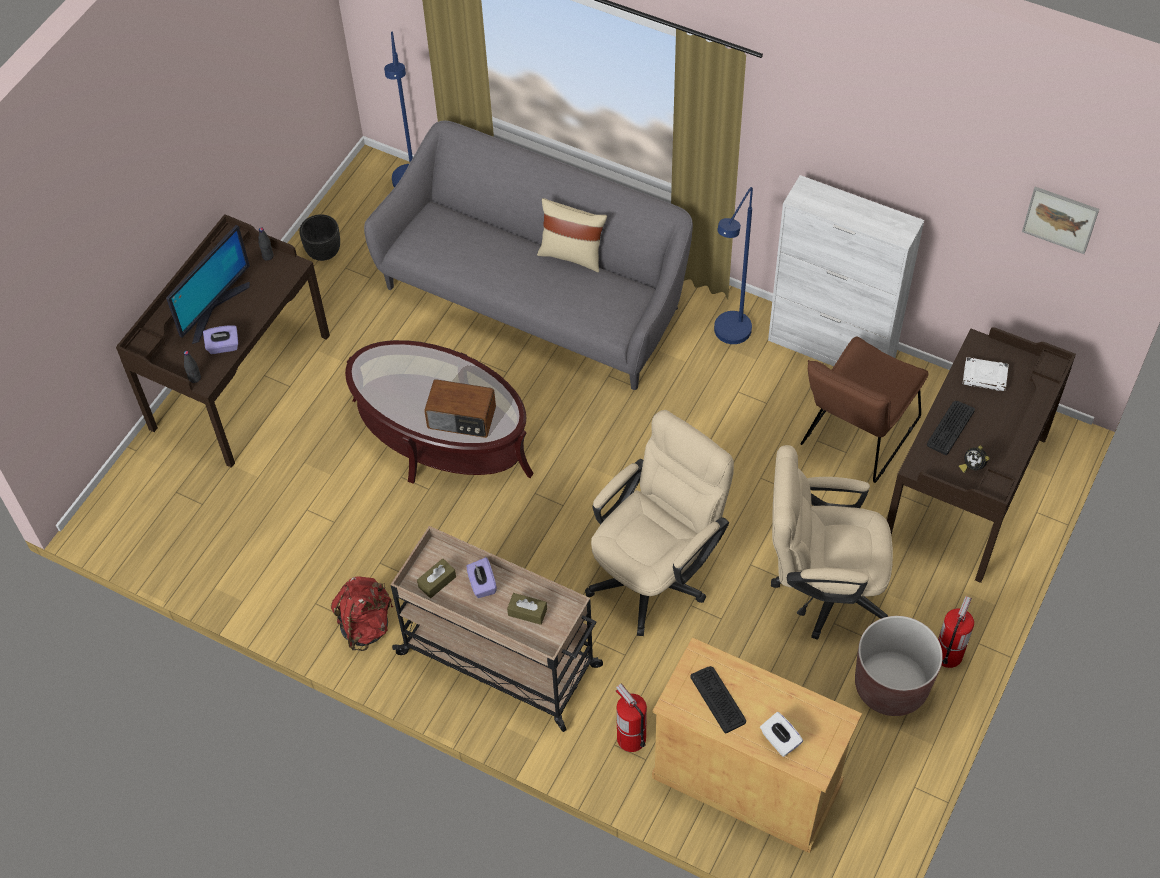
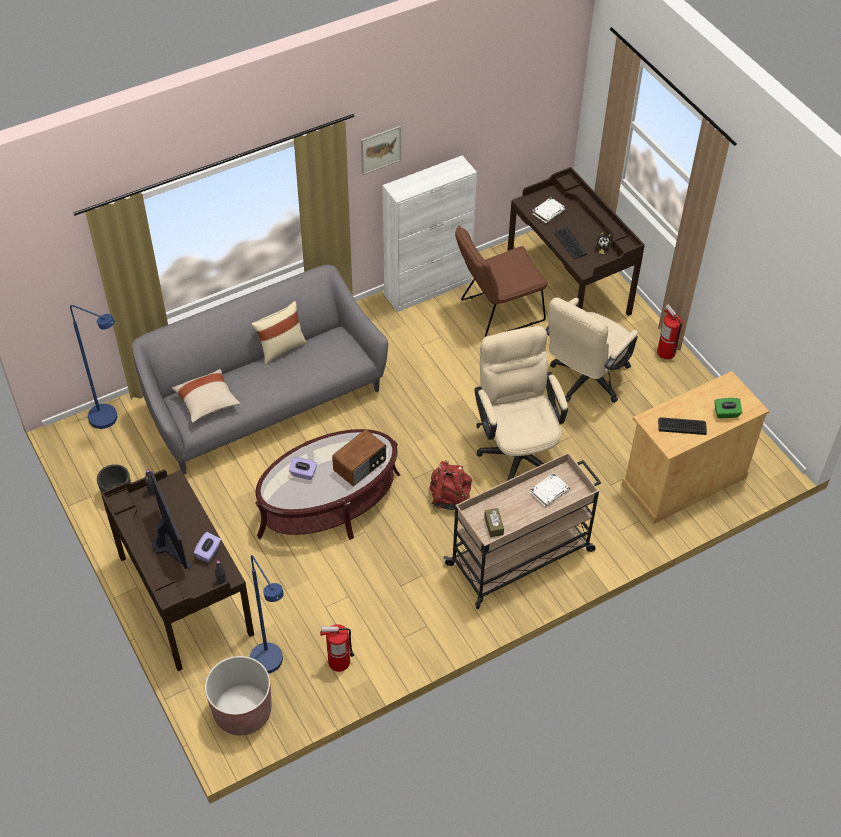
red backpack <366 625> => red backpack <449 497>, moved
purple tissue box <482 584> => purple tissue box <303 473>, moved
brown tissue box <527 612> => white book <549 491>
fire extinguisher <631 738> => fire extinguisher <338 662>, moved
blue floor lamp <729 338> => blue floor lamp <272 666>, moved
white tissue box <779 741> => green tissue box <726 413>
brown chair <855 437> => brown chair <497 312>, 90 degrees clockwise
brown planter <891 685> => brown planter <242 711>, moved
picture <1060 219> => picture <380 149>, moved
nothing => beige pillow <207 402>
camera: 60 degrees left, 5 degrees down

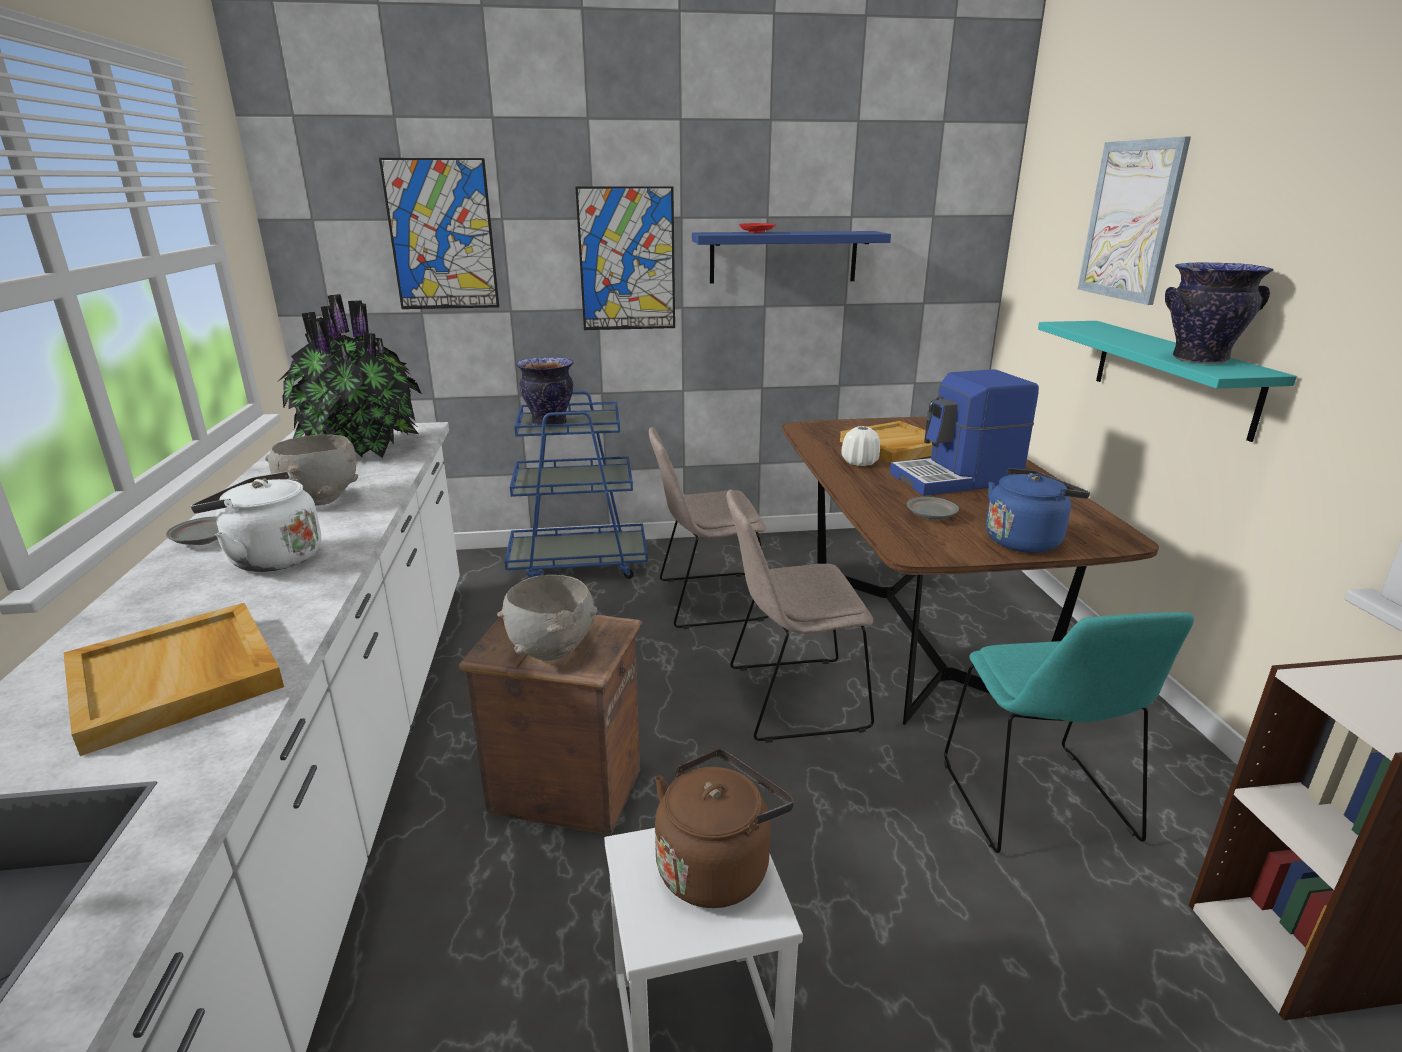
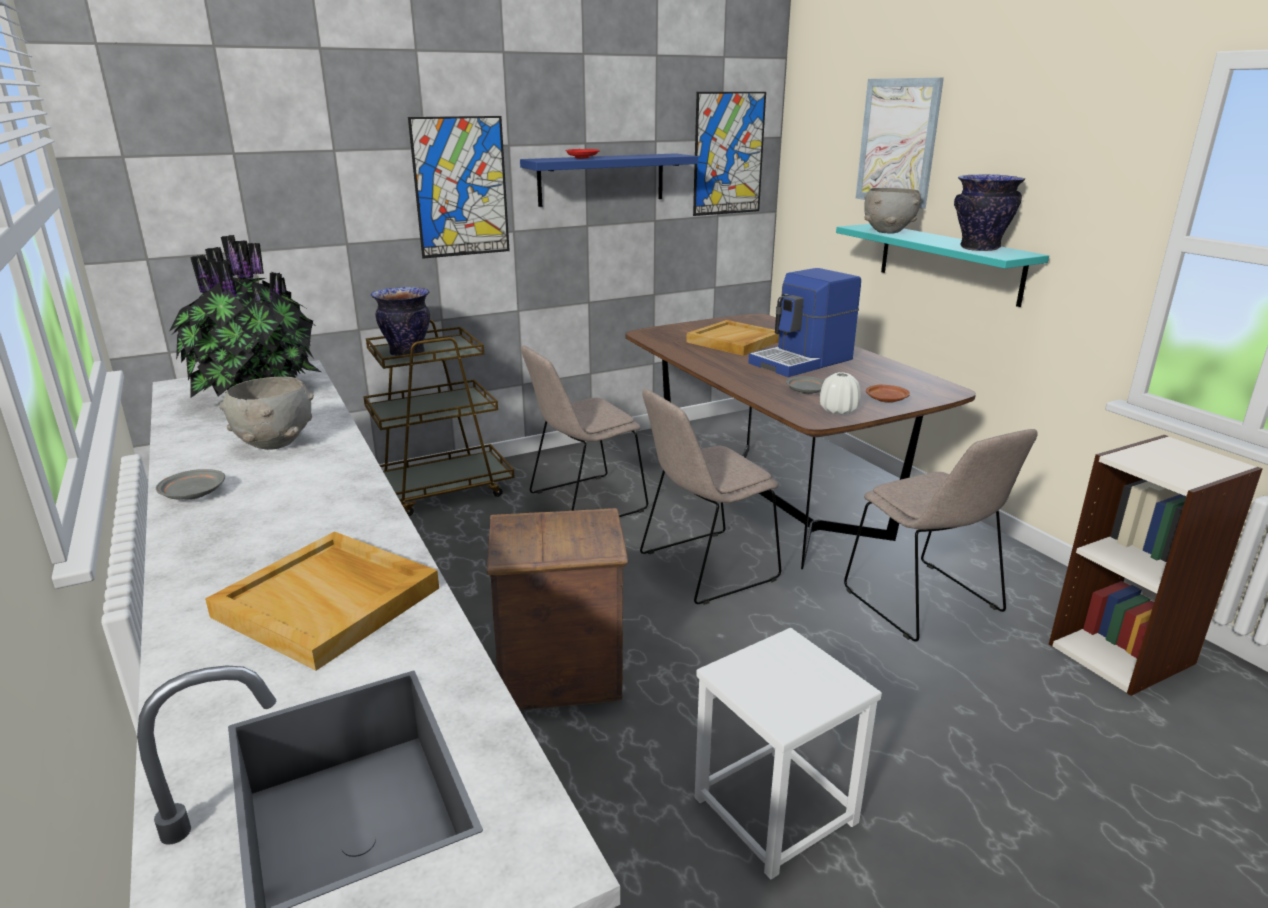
white kettle <271 558> => nothing
picture <442 235> => picture <728 154>, moved
grey bowl <552 652> => grey bowl <888 232>, moved
blue cart <579 563> => brown cart <440 491>
brown kettle <717 865> => nothing
white vase <860 463> => white vase <838 410>, moved
turquoise chair <1038 804> => beige chair <925 603>
blue kettle <1025 540> => brown plate <886 400>
camera: 20 degrees left, 0 degrees up

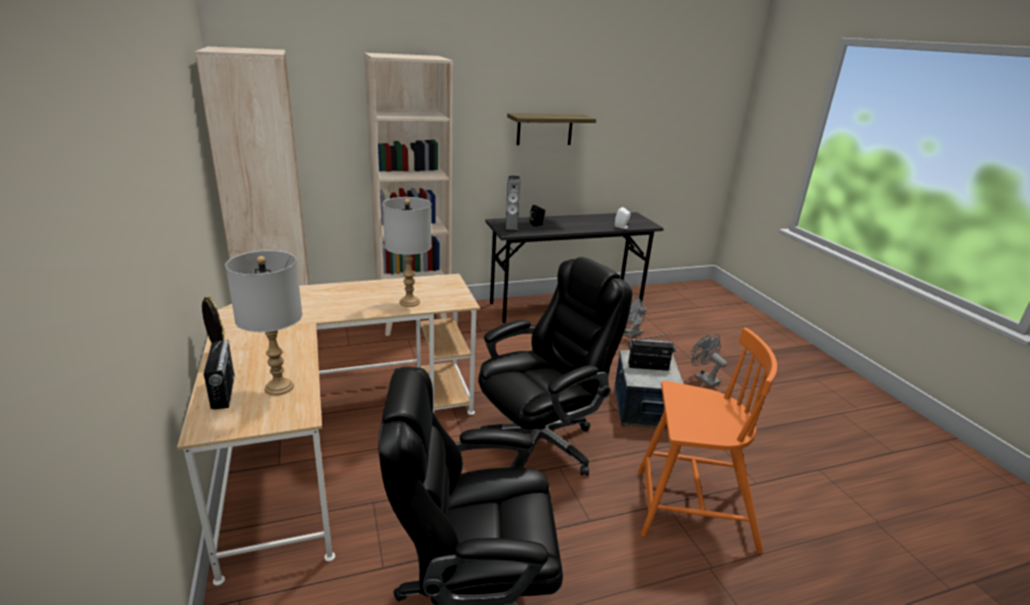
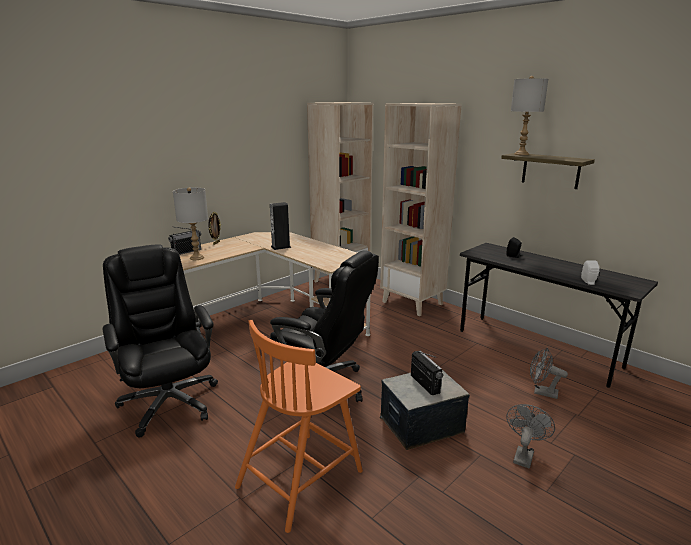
grey table lamp <409 302> => grey table lamp <521 154>, moved
speaker <511 228> => speaker <280 247>, moved
orange chair <692 510> => orange chair <301 477>, 60 degrees clockwise
camera: 65 degrees right, 5 degrees down

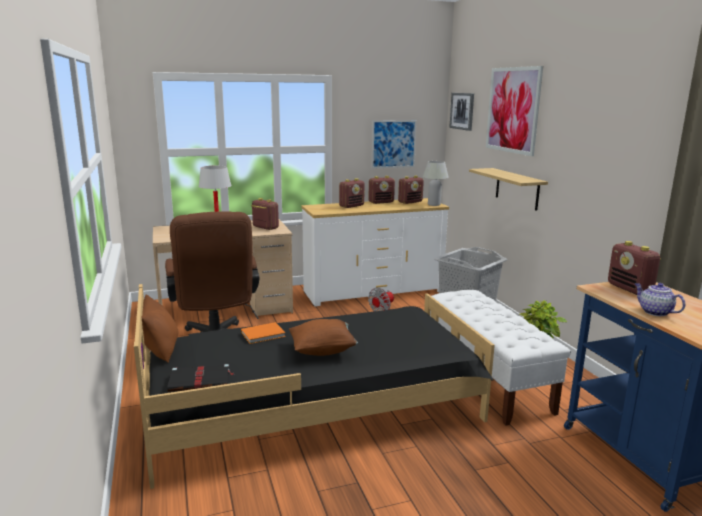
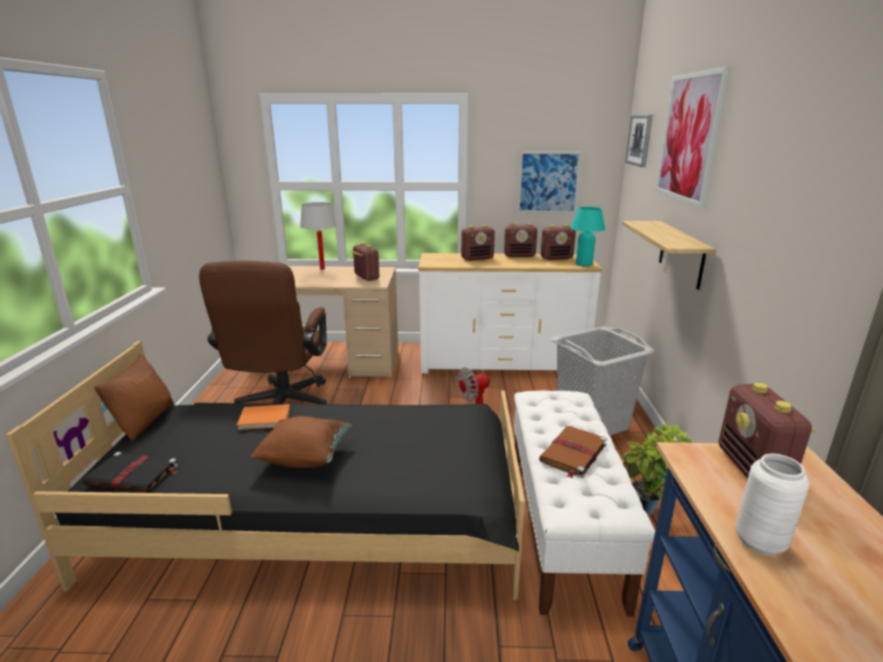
white table lamp <434 204> => turquoise table lamp <584 264>
teapot <654 312> => white vase <759 542>
nothing => brown book <573 453>
camera: 20 degrees right, 5 degrees up

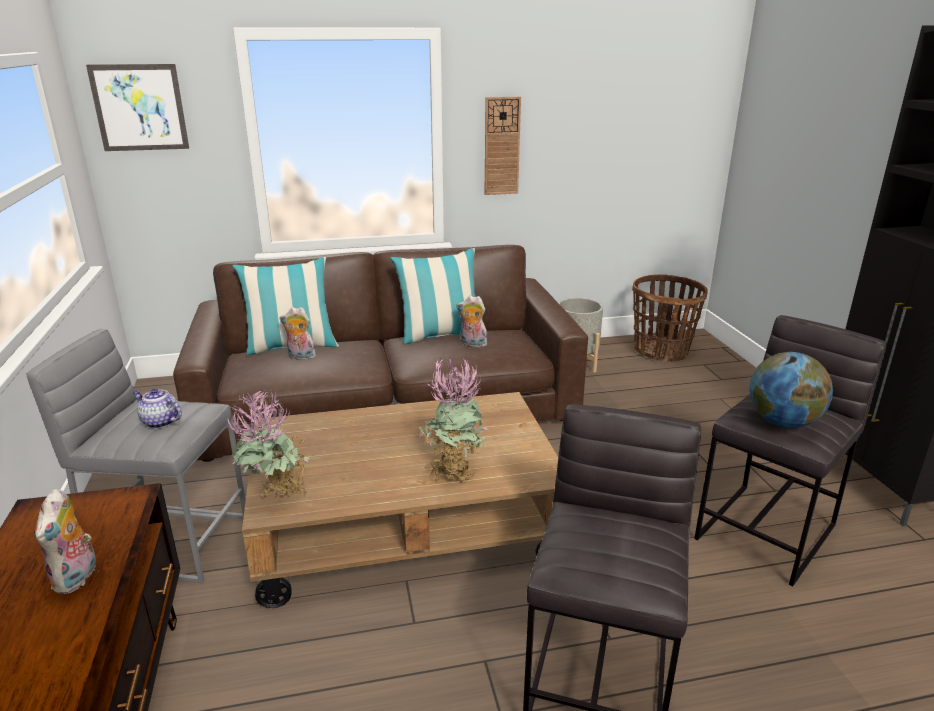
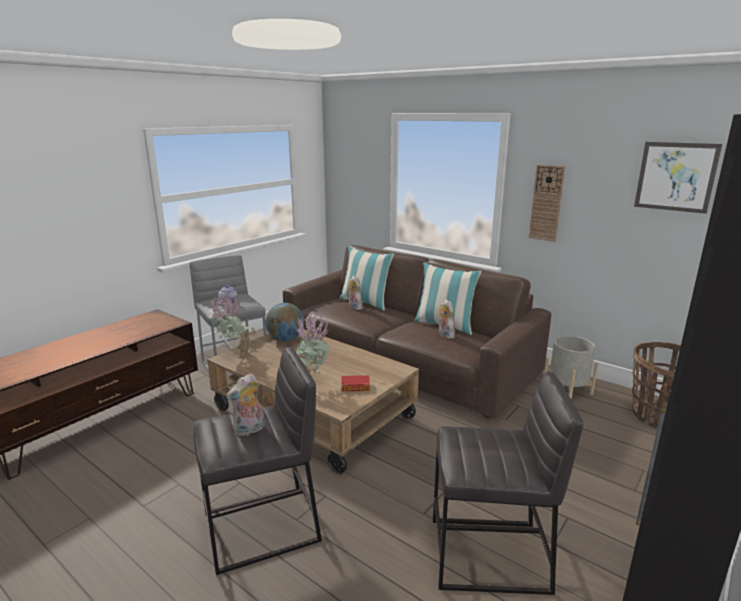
plush toy <77 578> => plush toy <249 430>, moved
picture <139 108> => picture <675 177>, moved
globe <782 422> => globe <286 339>, moved
nothing => book <355 387>
camera: 50 degrees right, 5 degrees down

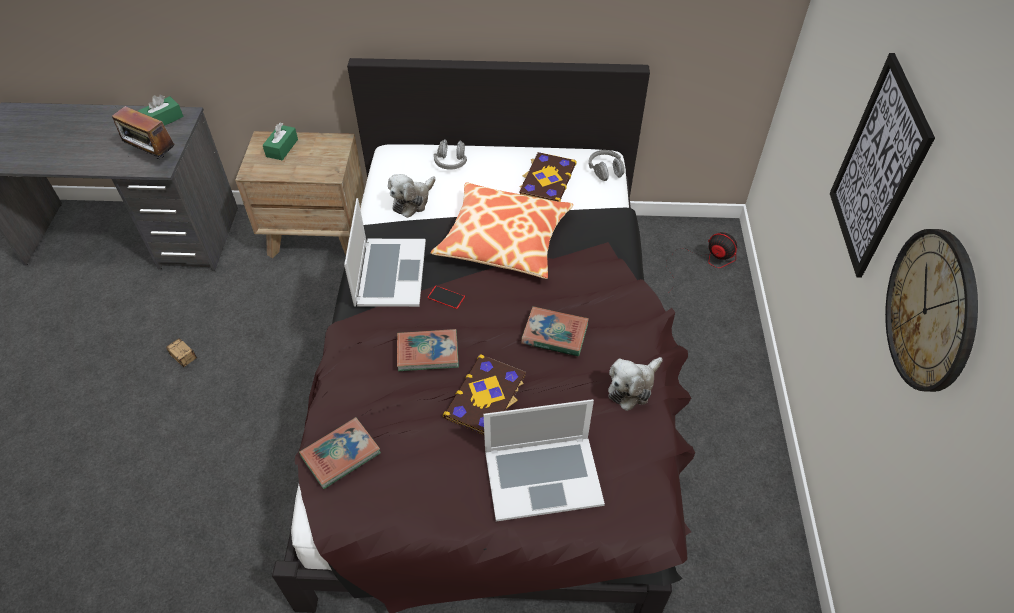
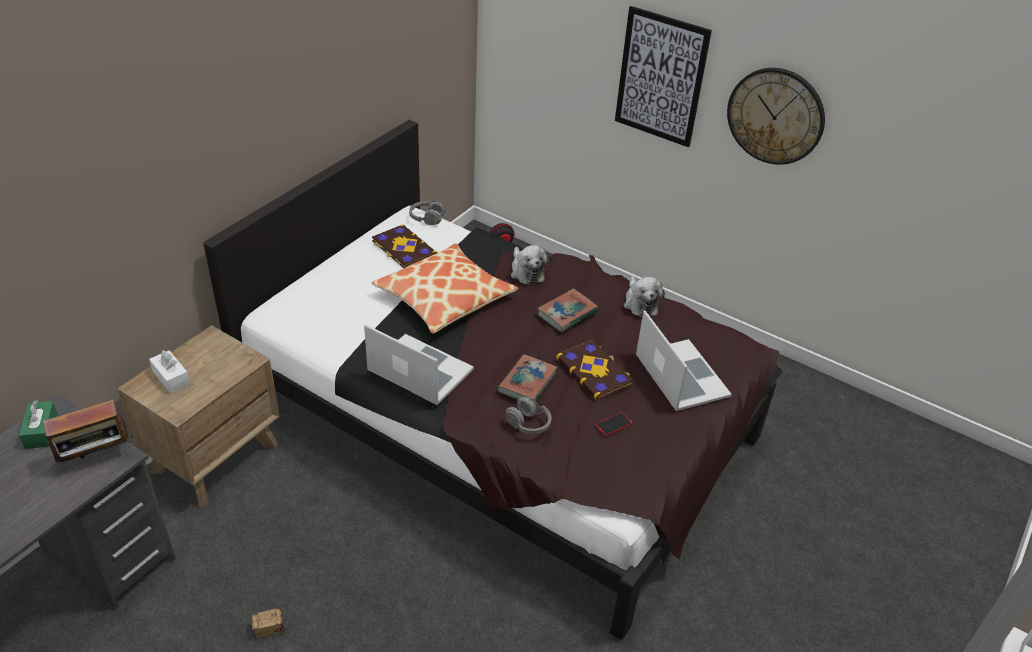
green tissue box <282 148> => white tissue box <171 377>
book <340 454> => nothing
plush toy <412 201> => plush toy <526 272>, moved
phone <446 297> => phone <613 424>, moved
grey headphones <451 162> => grey headphones <528 424>, moved
laptop <543 476> => laptop <681 375>, 45 degrees counterclockwise
camera: 60 degrees left, 10 degrees down

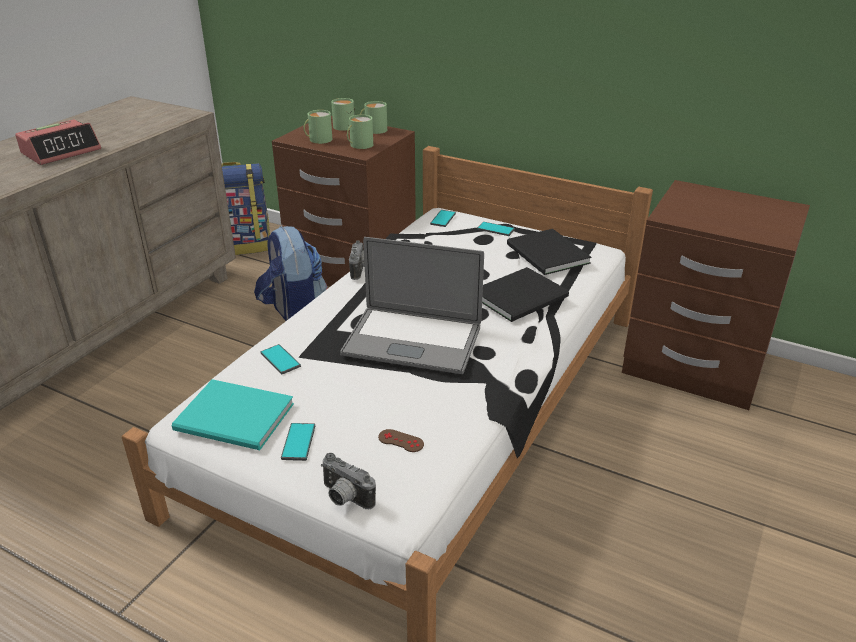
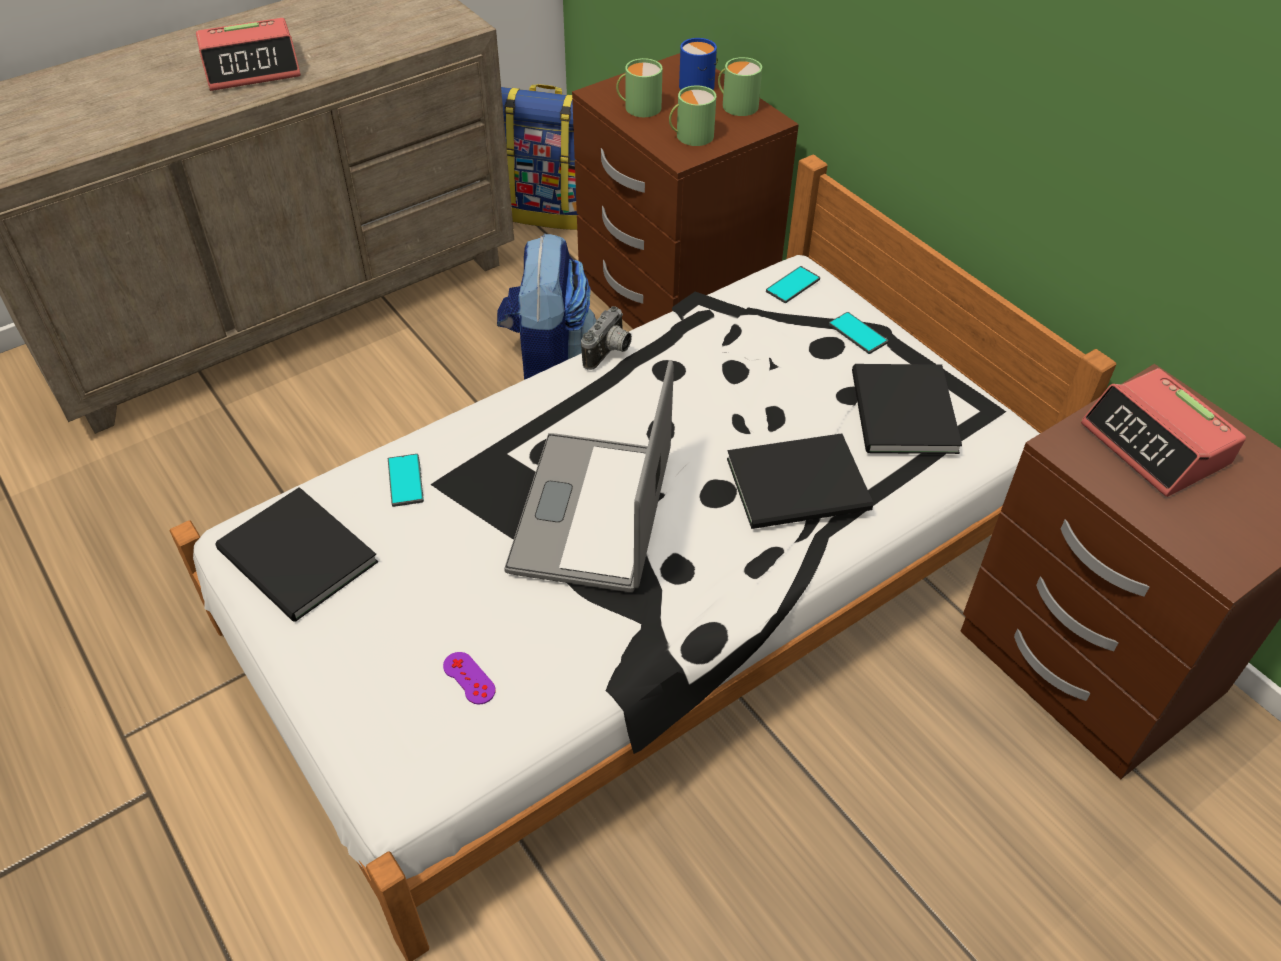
turquoise book <236 419> => black book <297 560>
phone <298 442> => nothing
photo camera <344 498> => nothing
green mug <345 126> => blue mug <700 85>
laptop <412 340> => laptop <592 511>, 60 degrees clockwise
brown game controller <401 441> => purple game controller <469 678>
nothing => alarm clock <1156 444>
camera: 25 degrees right, 15 degrees up

